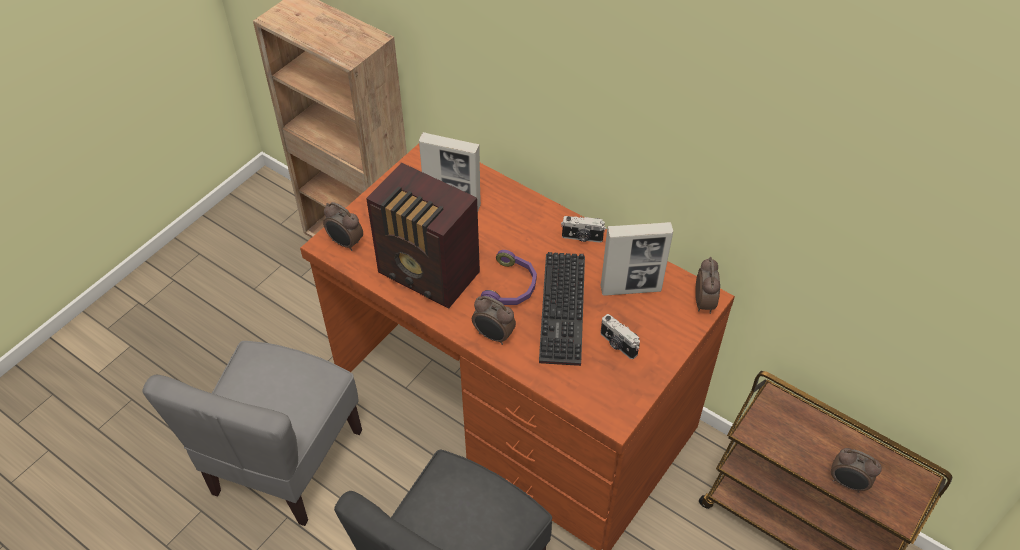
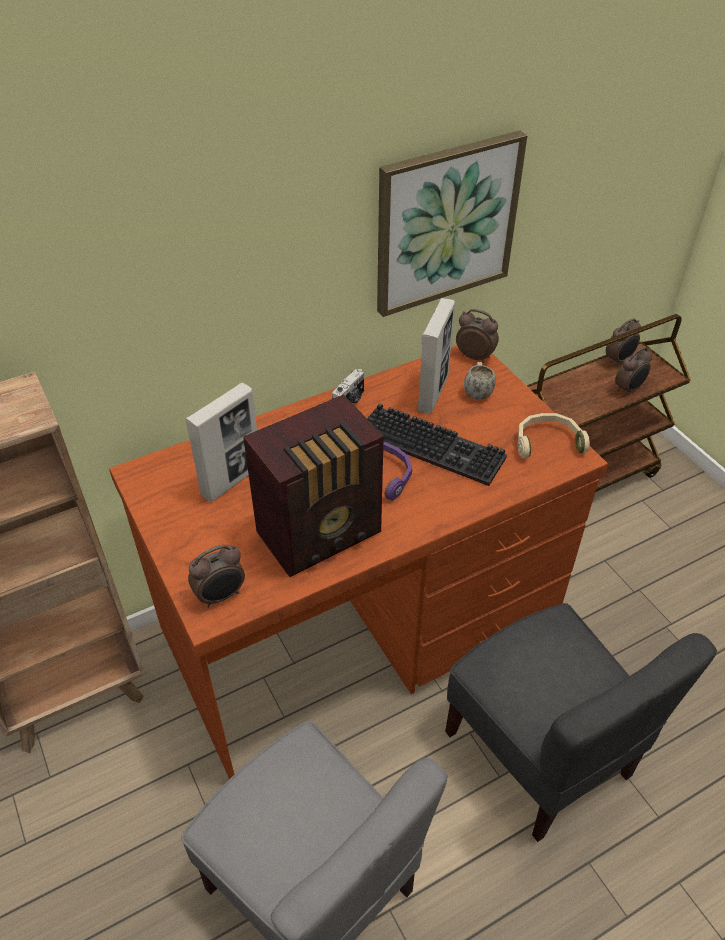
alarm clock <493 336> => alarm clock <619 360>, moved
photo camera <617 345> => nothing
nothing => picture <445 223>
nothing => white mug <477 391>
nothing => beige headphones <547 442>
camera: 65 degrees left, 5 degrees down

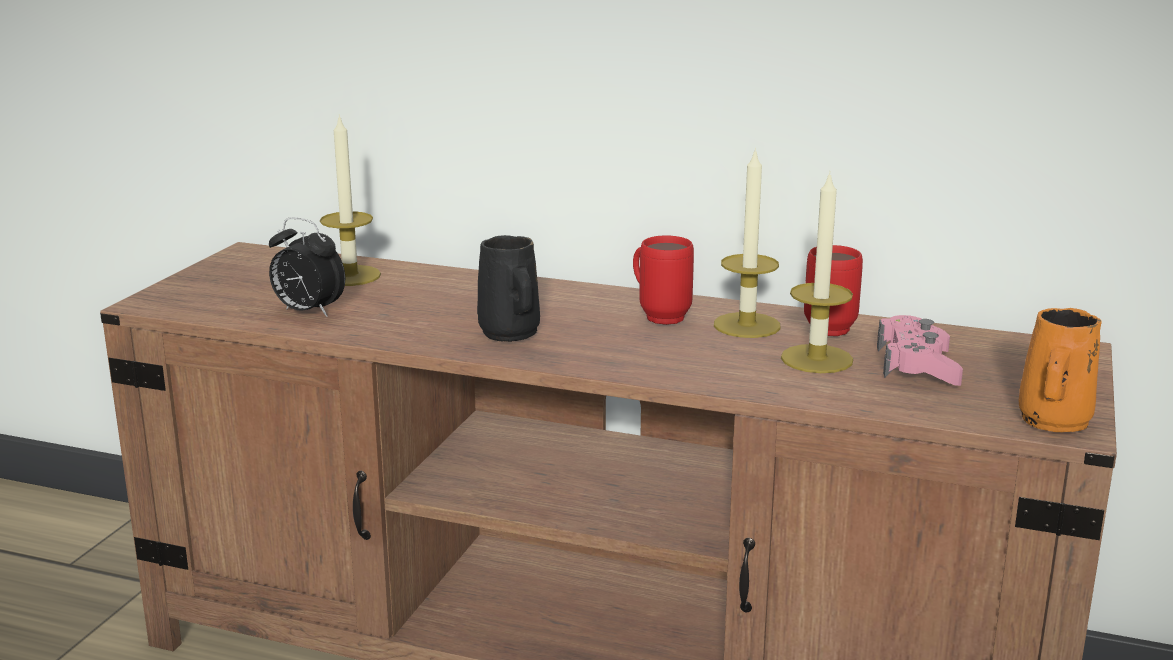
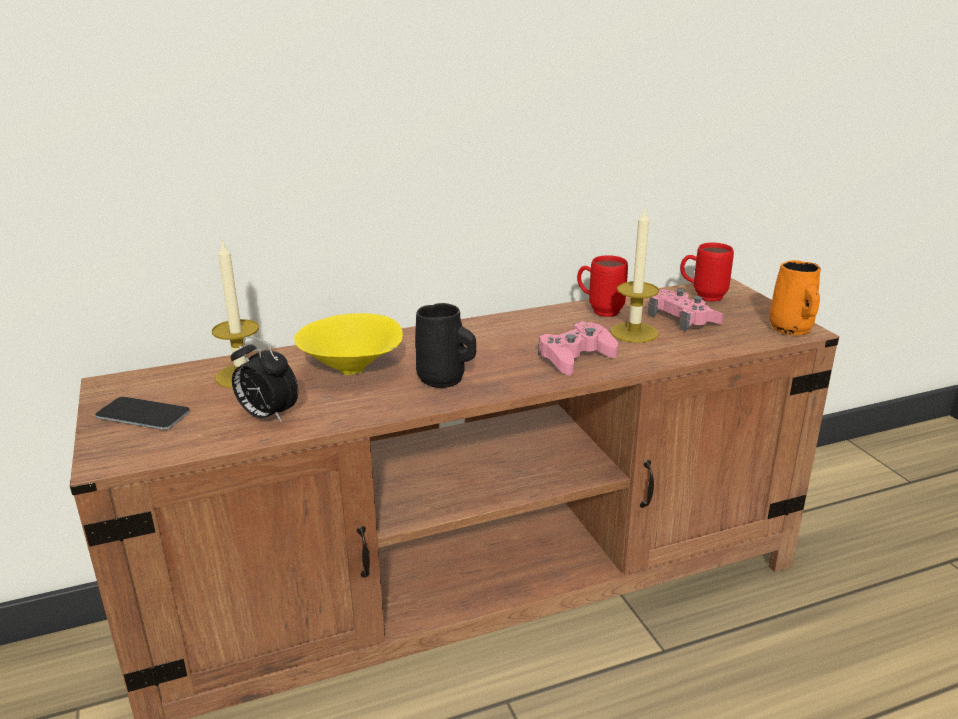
alarm clock <307 312> => alarm clock <267 416>, 45 degrees clockwise
red mug <658 315> => red mug <702 297>, moved
candle <747 325> => nothing
nothing => phone <143 414>
nothing => yellow bowl <353 370>
nothing => pink game controller <575 357>
camera: 40 degrees left, 5 degrees up

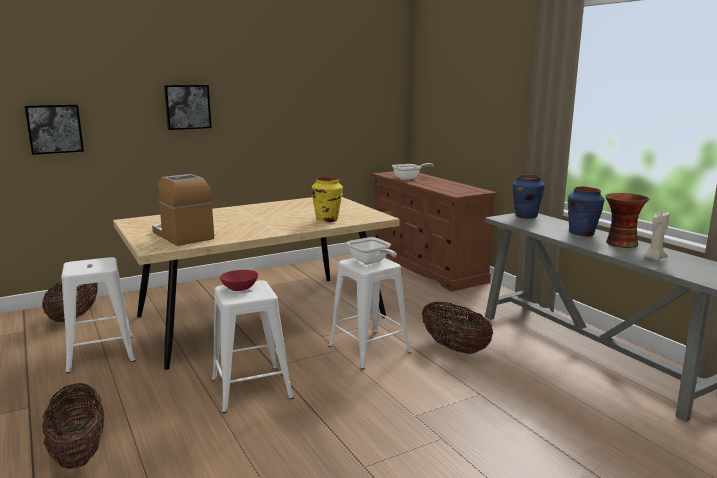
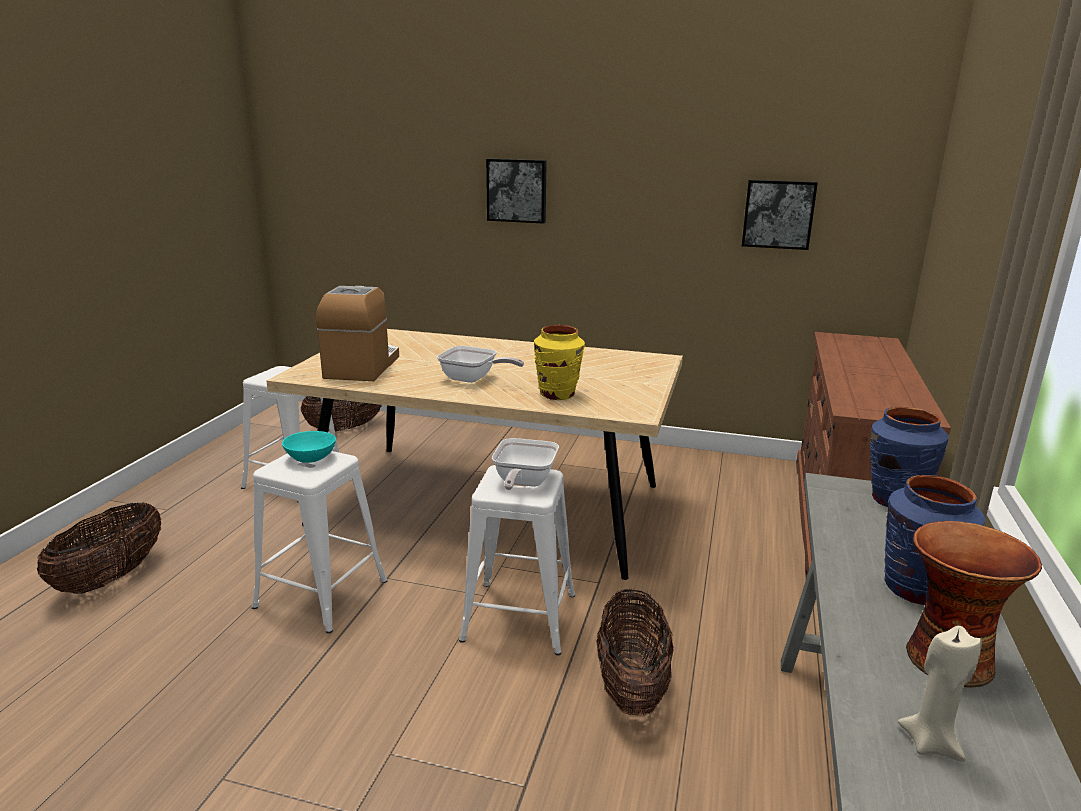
picture <54 128> => picture <778 214>, moved
red bowl <240 288> => turquoise bowl <310 458>
frying pan <409 178> => frying pan <473 379>, moved
camera: 45 degrees right, 5 degrees up

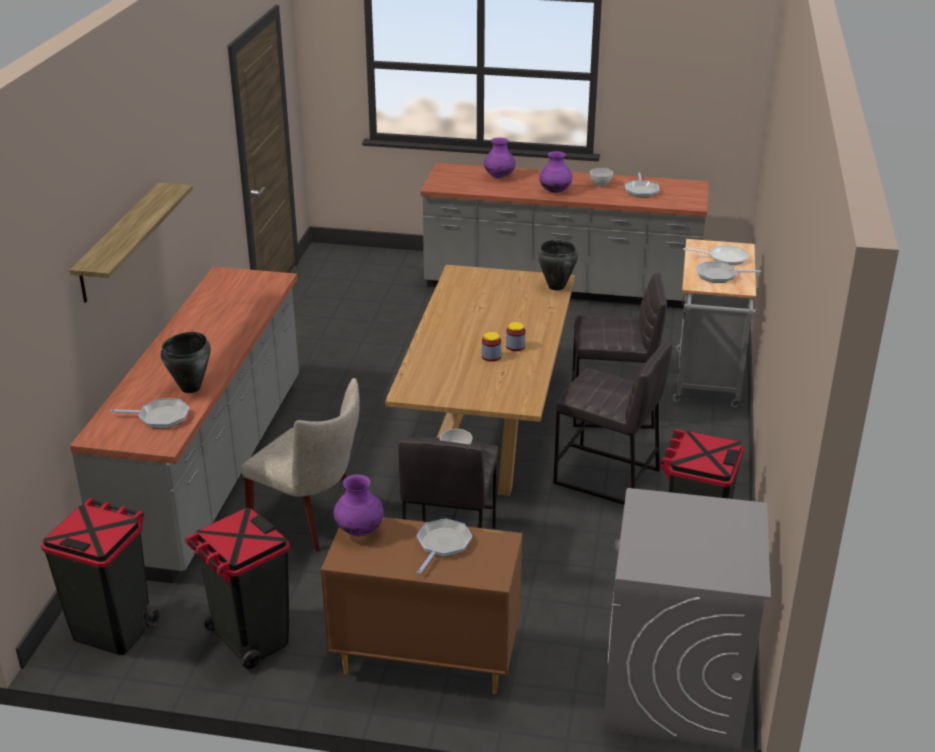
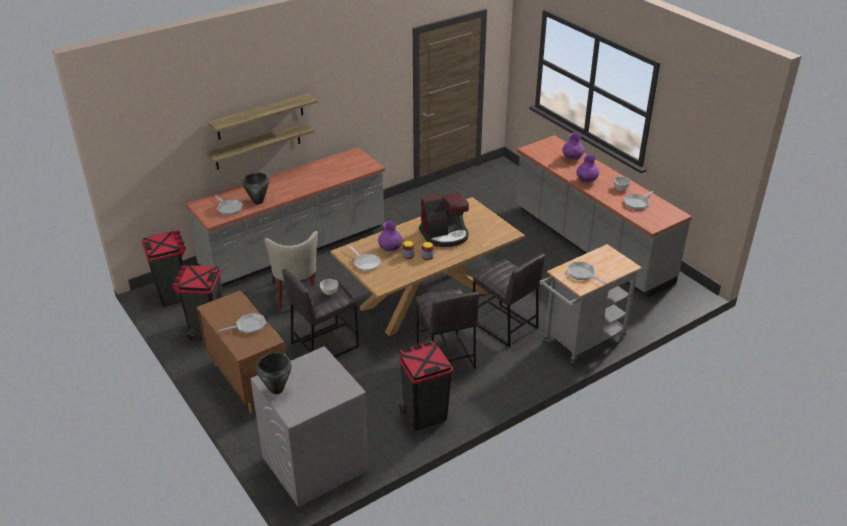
purple vase <359 531> => purple vase <390 249>, moved
black cooking pot <556 287> => black cooking pot <276 389>, moved
frying pan <724 257> => frying pan <365 262>, moved
nothing => shelf <258 146>
nothing => coffee machine <445 235>
camera: 45 degrees right, 5 degrees up

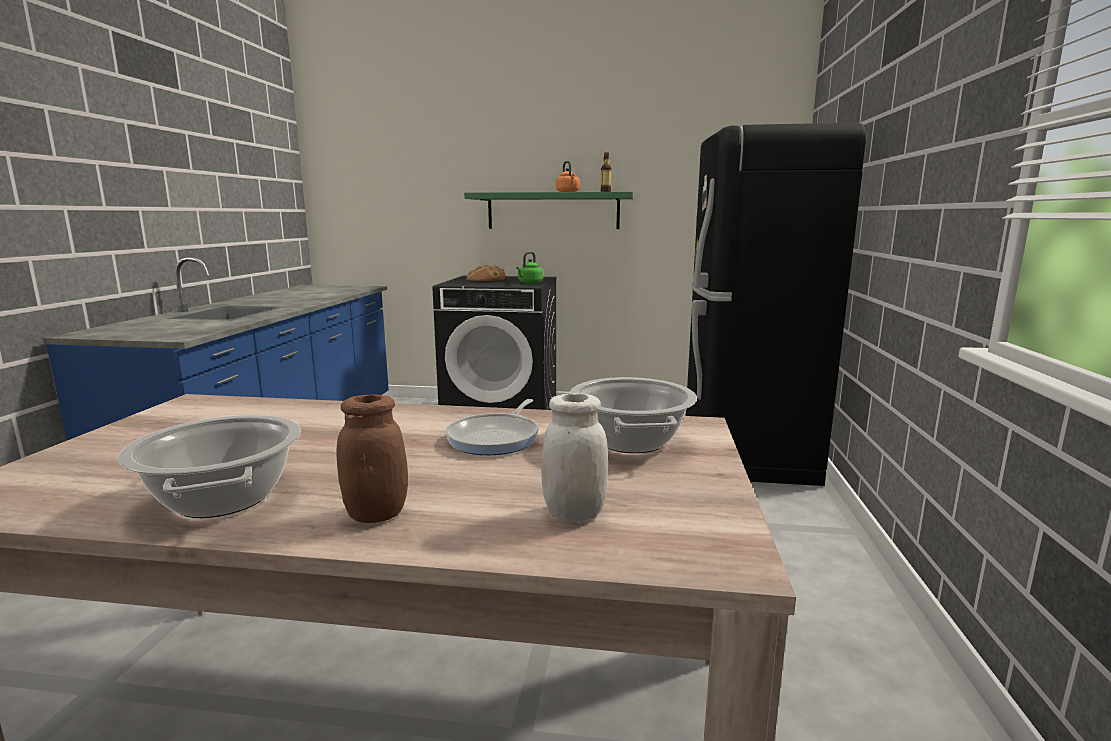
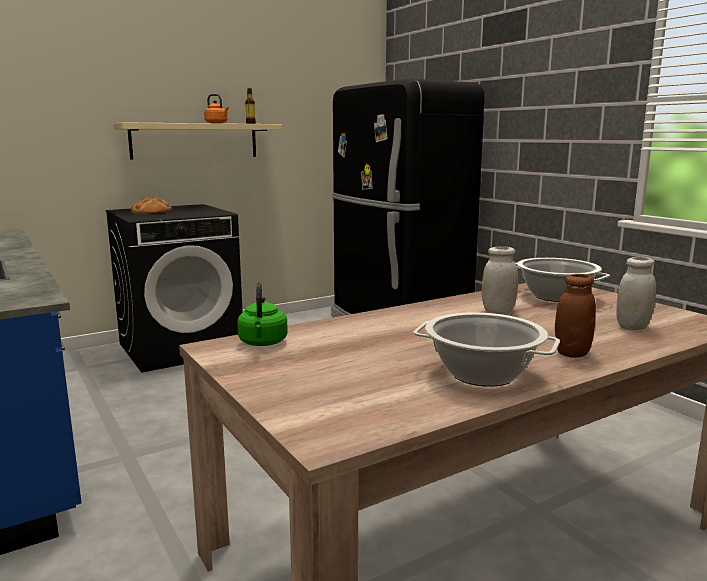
frying pan <496 438> => white jar <498 311>
green shelf <553 211> => beige shelf <195 141>
green kettle <529 283> => green kettle <263 343>, moved
camera: 40 degrees left, 0 degrees up

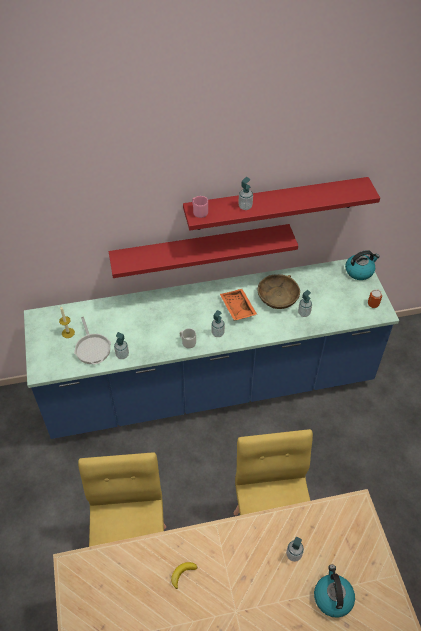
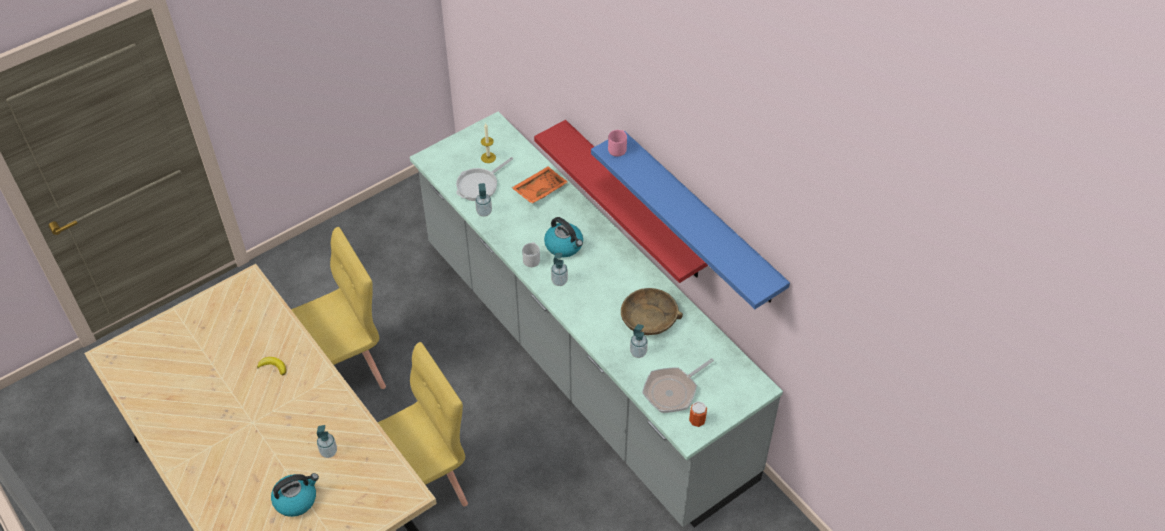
blue counter <210 386> => grey counter <582 359>
red shelf <275 203> => blue shelf <701 219>
orange tray <237 308> => orange tray <539 189>, moved
soap dispenser <245 206> => nothing
kettle <359 271> => kettle <564 246>, moved
nothing => frying pan <673 391>
camera: 65 degrees right, 0 degrees up

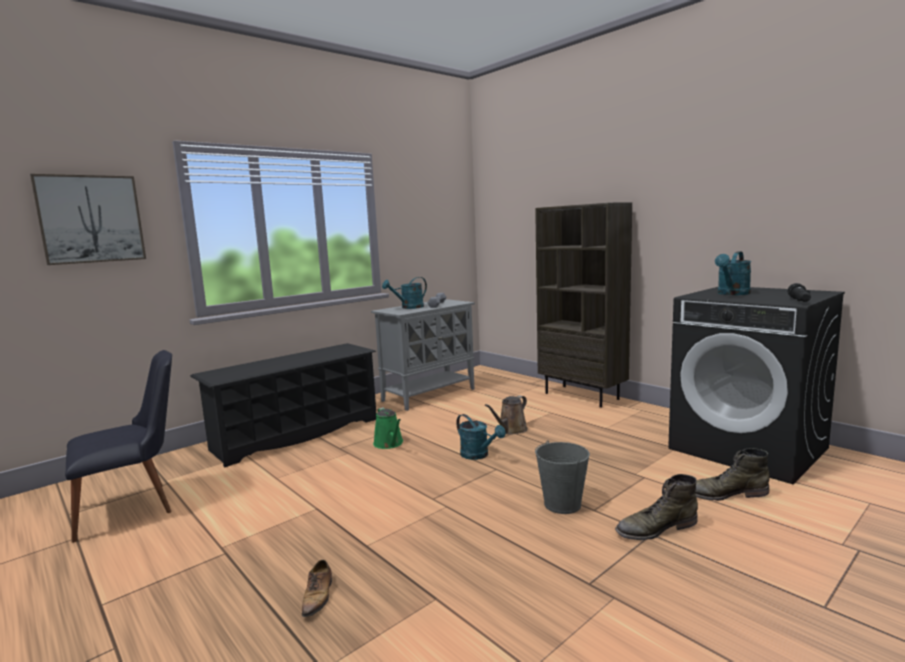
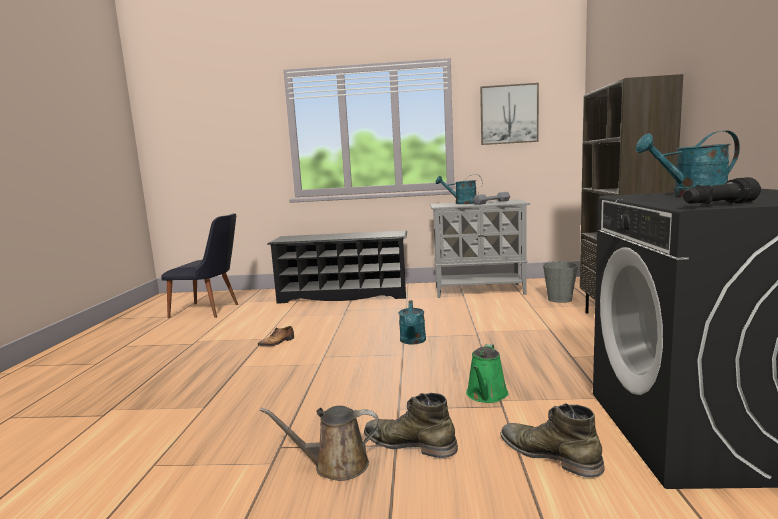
picture <91 219> => picture <509 114>, moved
shoe <318 597> => shoe <277 342>, moved
green watering can <389 444> => green watering can <486 395>, moved
brown watering can <510 430> => brown watering can <335 465>, moved
grey bucket <562 504> => grey bucket <560 299>, moved
camera: 45 degrees right, 0 degrees up

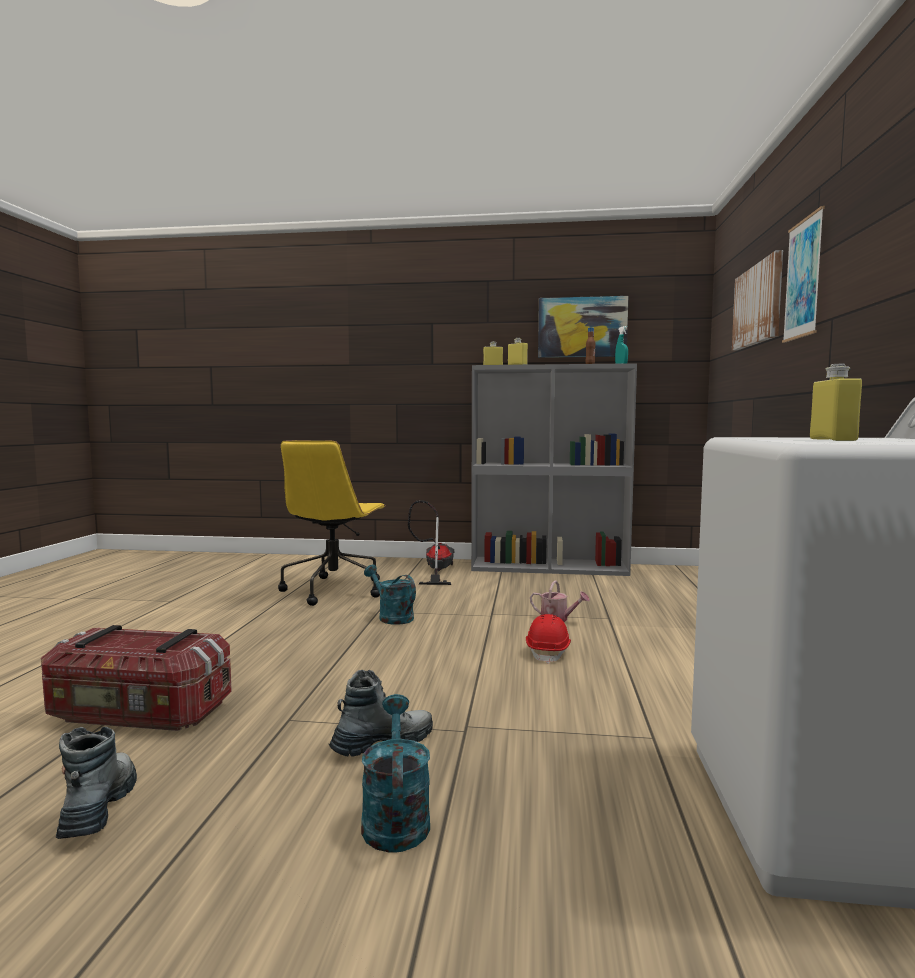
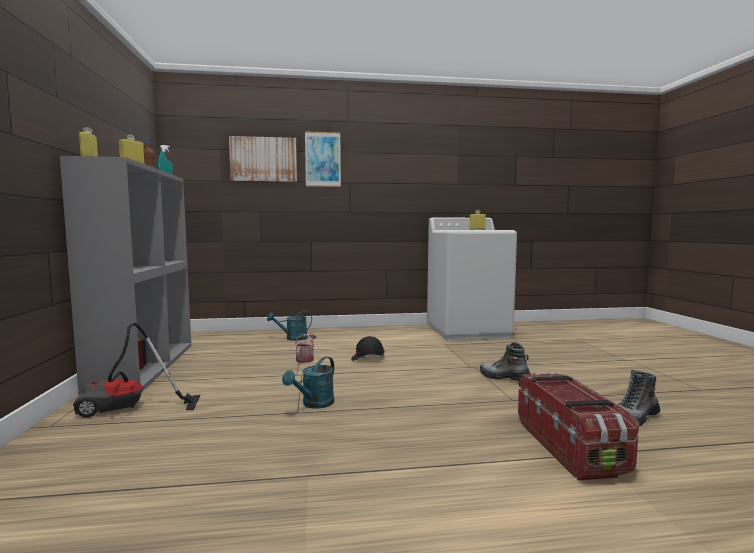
yellow office chair <334 590> => nothing
turquoise watering can <395 817> => turquoise watering can <292 338>, moved
red hard hat <548 652> => black hard hat <367 359>
picture <582 327> => nothing
camera: 105 degrees left, 0 degrees up

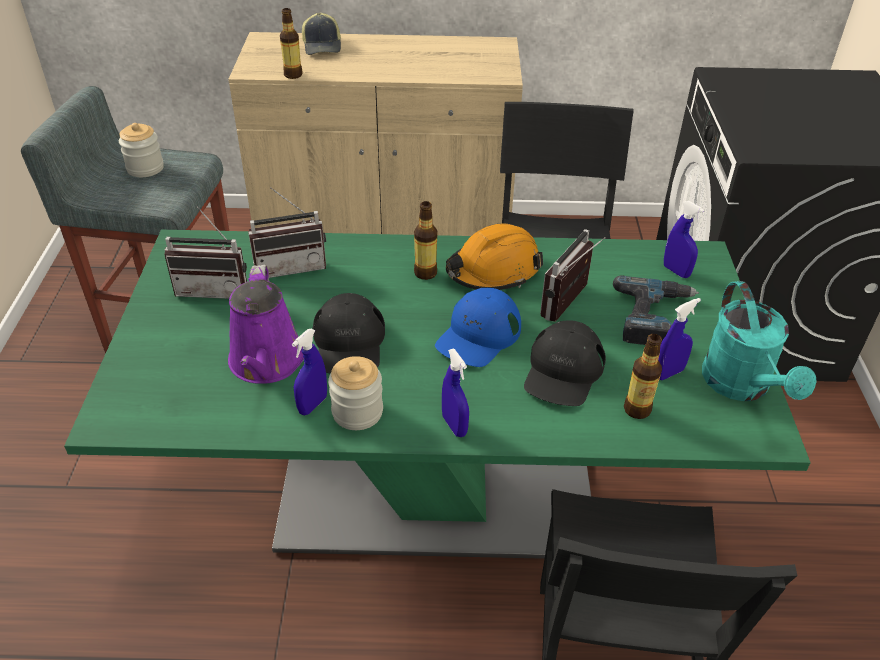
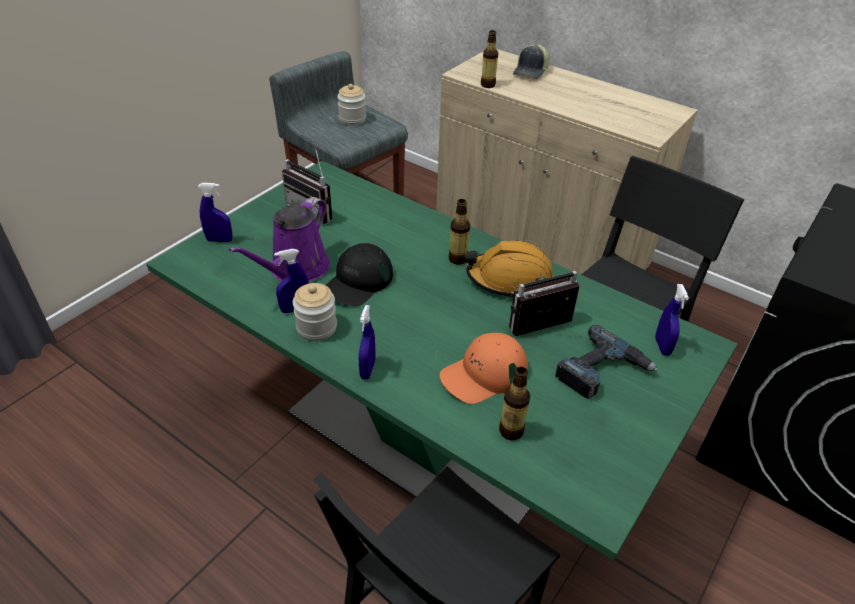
radio <290 266> => nothing
blue cap <478 335> => nothing
black cap <563 371> => orange cap <484 374>
blue spray bottle <668 373> => blue spray bottle <219 240>, moved
turquoise watering can <742 386> => nothing
camera: 35 degrees right, 0 degrees up

